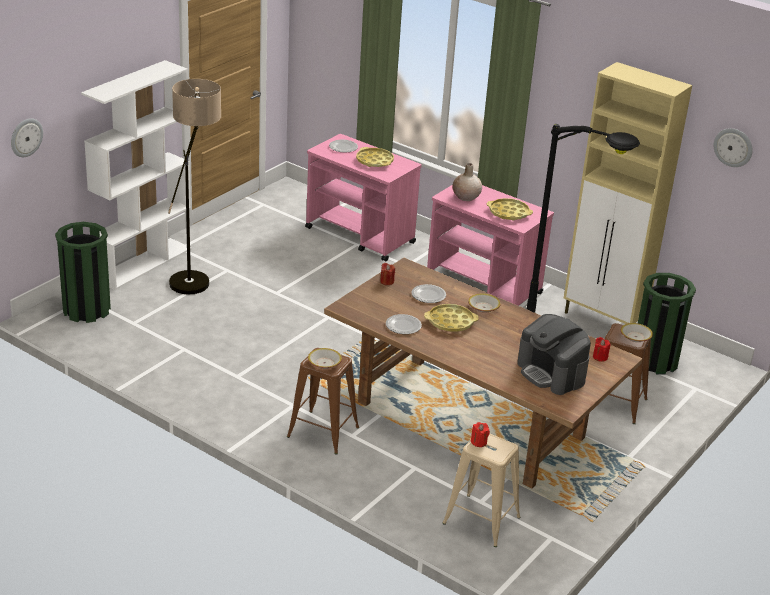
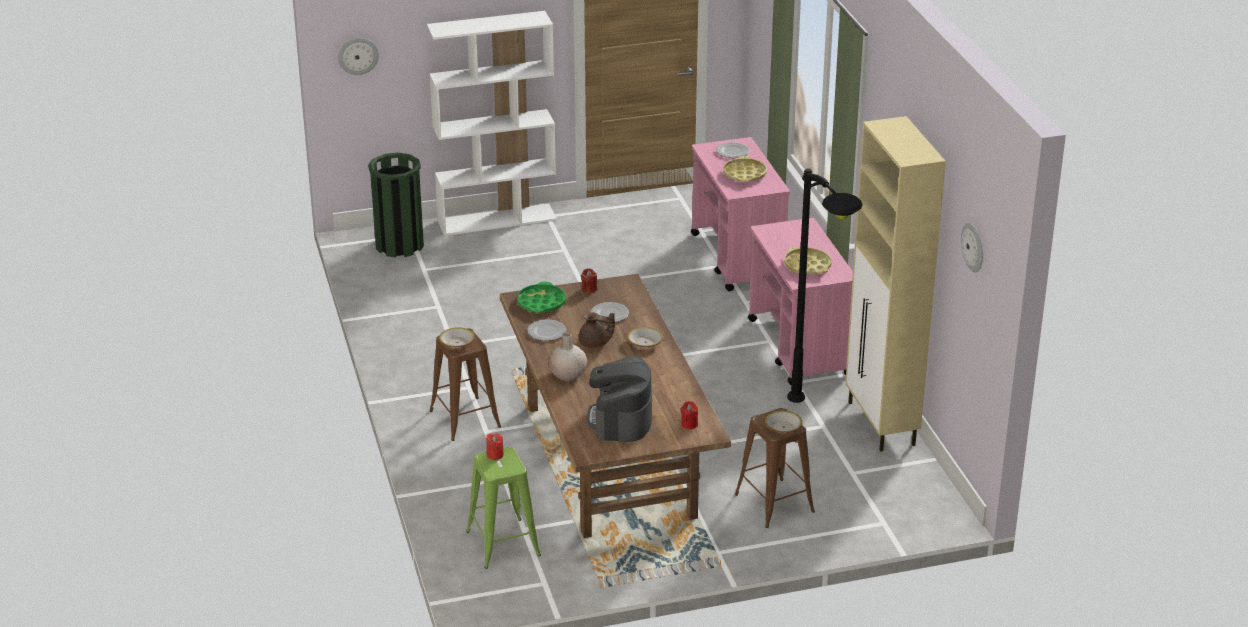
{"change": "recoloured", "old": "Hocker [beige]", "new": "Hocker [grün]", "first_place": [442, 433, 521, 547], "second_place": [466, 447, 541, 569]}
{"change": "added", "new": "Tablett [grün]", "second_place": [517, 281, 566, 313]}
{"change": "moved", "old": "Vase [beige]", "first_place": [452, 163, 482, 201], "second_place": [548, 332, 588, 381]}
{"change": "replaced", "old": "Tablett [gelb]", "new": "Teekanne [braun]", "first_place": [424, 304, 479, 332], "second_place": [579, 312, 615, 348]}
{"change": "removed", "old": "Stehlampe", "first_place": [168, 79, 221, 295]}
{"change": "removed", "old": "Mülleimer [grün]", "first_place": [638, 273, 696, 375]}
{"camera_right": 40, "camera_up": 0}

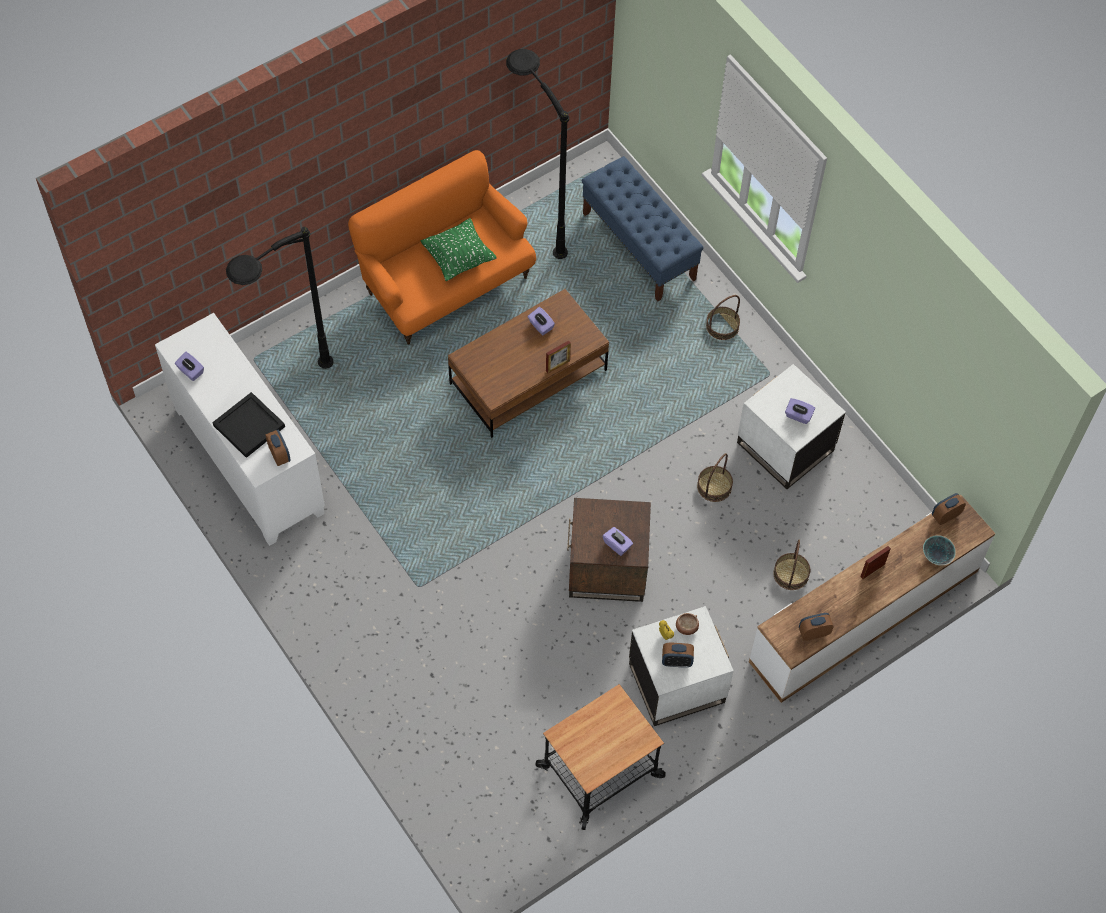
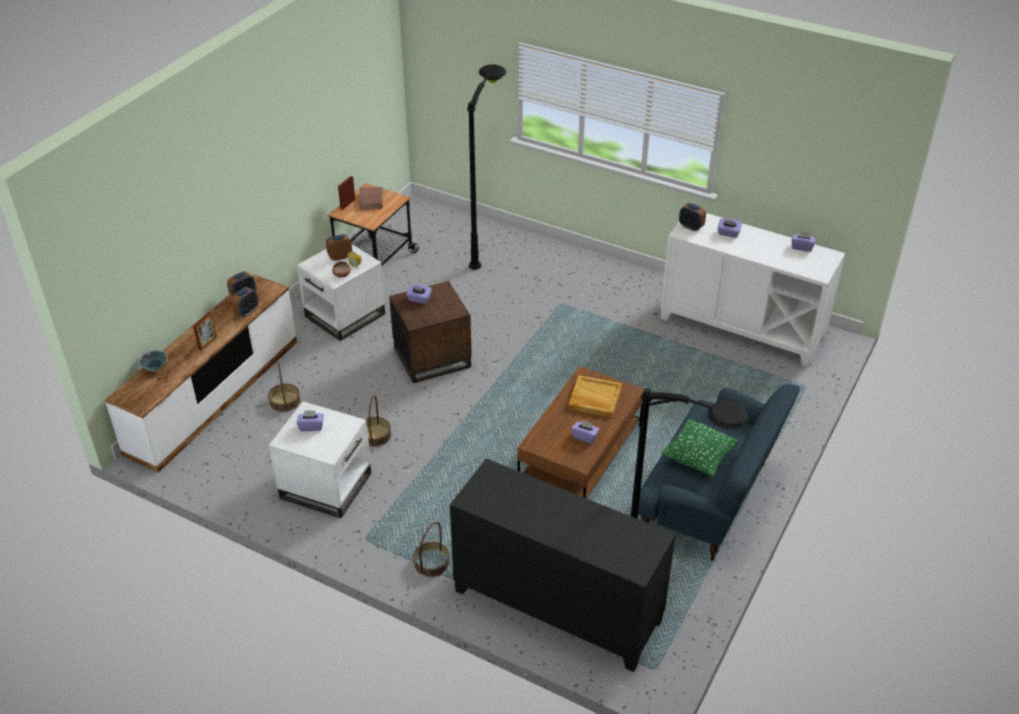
{"change": "moved", "old": "Wecker", "first_place": [932, 493, 966, 525], "second_place": [231, 287, 258, 317]}
{"change": "moved", "old": "Bilderrahmen", "first_place": [546, 341, 571, 373], "second_place": [338, 176, 355, 210]}
{"change": "added", "new": "Buch [braun]", "second_place": [359, 187, 383, 210]}
{"change": "replaced", "old": "Bank [blau]", "new": "Schrank [schwarz]", "first_place": [582, 156, 704, 301], "second_place": [450, 458, 676, 672]}
{"change": "moved", "old": "Stehlampe [schwarz]", "first_place": [226, 227, 334, 369], "second_place": [467, 64, 506, 270]}
{"change": "added", "new": "Tablett [beige]", "second_place": [568, 375, 622, 418]}
{"change": "recoloured", "old": "Sofa [orange]", "new": "Sofa [blau]", "first_place": [348, 150, 536, 345], "second_place": [638, 384, 800, 561]}
{"change": "replaced", "old": "Tablett [schwarz]", "new": "Taschentuchbox [lila]", "first_place": [212, 392, 285, 458], "second_place": [718, 218, 742, 238]}
{"camera_right": 155, "camera_up": -20}

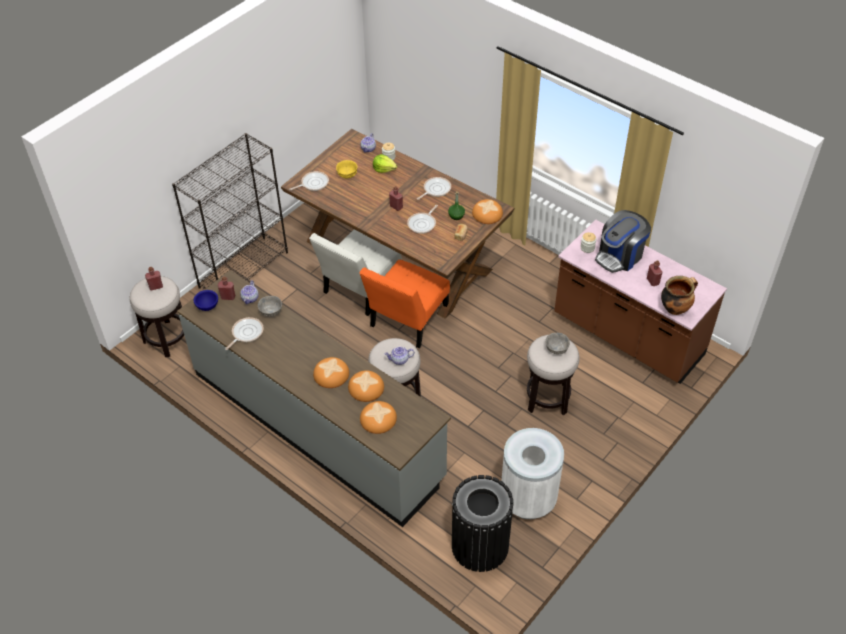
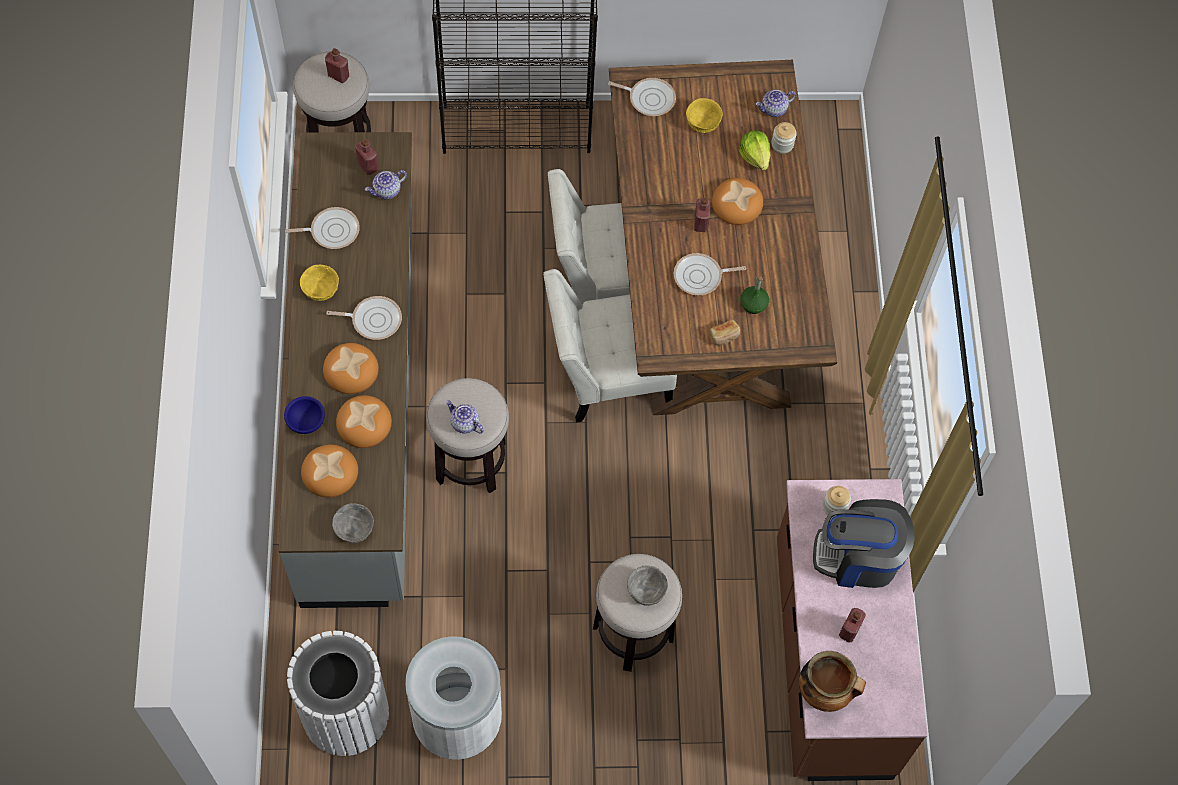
{"change": "moved", "old": "Schüssel [blau]", "first_place": [194, 290, 218, 311], "second_place": [284, 396, 325, 434]}
{"change": "recoloured", "old": "Mülleimer [schwarz]", "new": "Mülleimer [weiß]", "first_place": [452, 475, 514, 572], "second_place": [287, 631, 389, 756]}
{"change": "added", "new": "Schüssel [gelb]", "second_place": [300, 264, 339, 301]}
{"change": "moved", "old": "Pfanne", "first_place": [417, 177, 451, 200], "second_place": [326, 296, 402, 340]}
{"change": "moved", "old": "Schüssel [grau]", "first_place": [258, 296, 282, 317], "second_place": [332, 503, 374, 543]}
{"change": "recoloured", "old": "Stuhl [orange]", "new": "Stuhl [weiß]", "first_place": [360, 260, 450, 348], "second_place": [543, 269, 677, 423]}
{"change": "moved", "old": "Brot", "first_place": [472, 199, 503, 224], "second_place": [712, 178, 763, 225]}
{"camera_right": 45, "camera_up": 15}

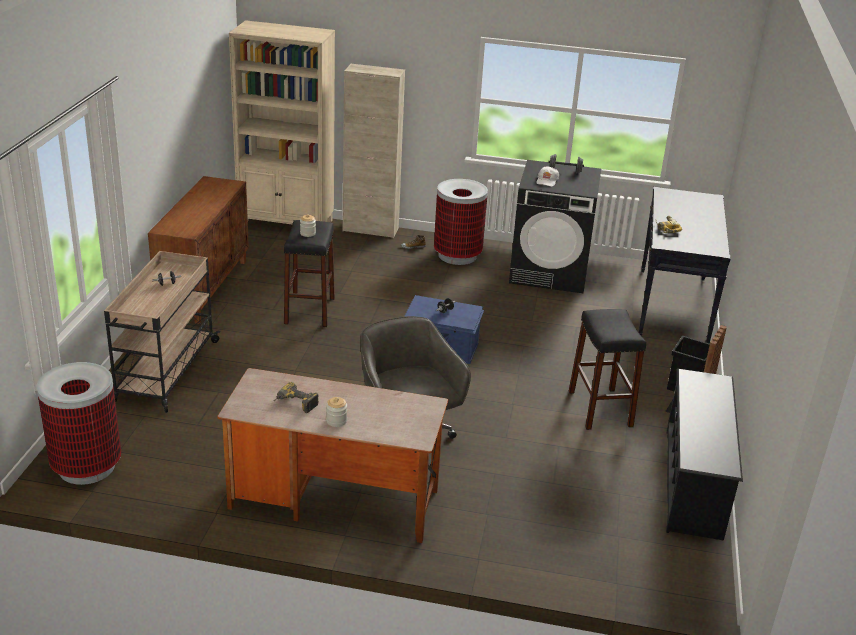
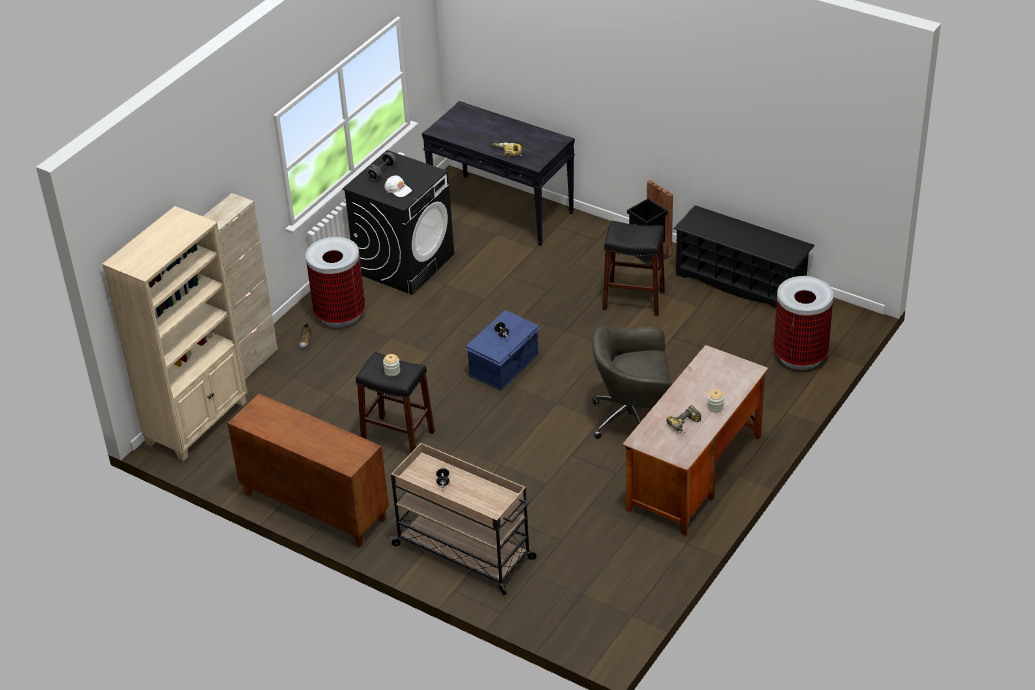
{"change": "moved", "old": "Mülleimer", "first_place": [36, 362, 121, 485], "second_place": [774, 276, 834, 370]}
{"camera_right": -65, "camera_up": 10}

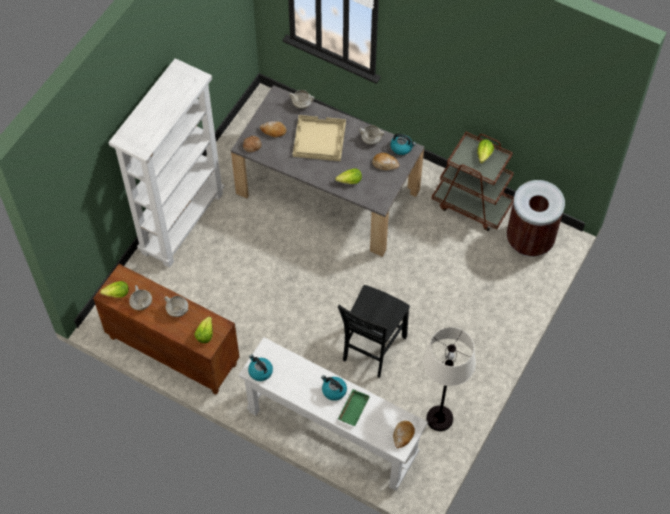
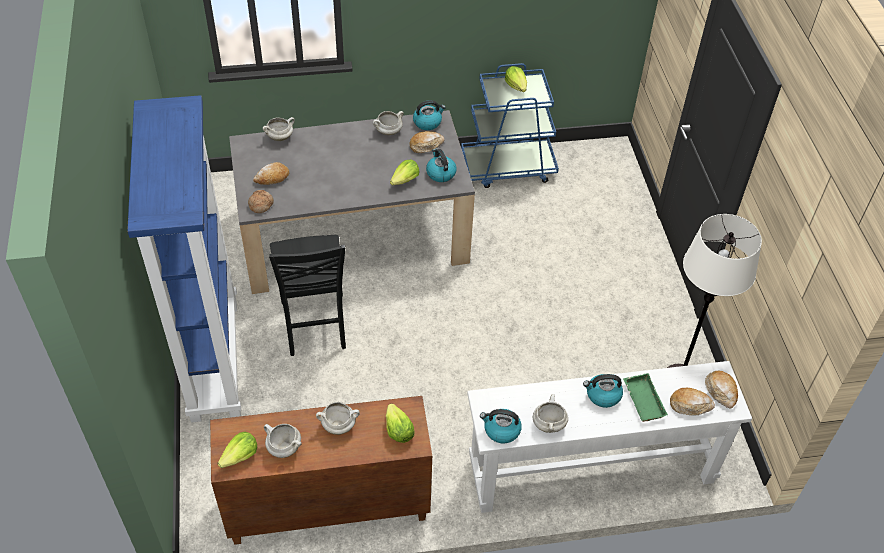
{"change": "recoloured", "old": "Bücherregal [weiß]", "new": "Bücherregal [blau]", "first_place": [109, 58, 224, 268], "second_place": [127, 95, 241, 423]}
{"change": "moved", "old": "Stuhl [schwarz]", "first_place": [338, 285, 410, 378], "second_place": [269, 235, 346, 356]}
{"change": "added", "new": "Wasserkessel", "second_place": [426, 148, 456, 182]}
{"change": "recoloured", "old": "Rollwagen [braun]", "new": "Rollwagen [blau]", "first_place": [432, 132, 514, 231], "second_place": [461, 63, 559, 188]}
{"change": "added", "new": "Kochtopf [weiß]", "second_place": [533, 394, 568, 433]}
{"change": "added", "new": "Brot", "second_place": [670, 388, 715, 415]}
{"change": "removed", "old": "Tablett [beige]", "first_place": [293, 115, 346, 161]}
{"change": "removed", "old": "Mülleimer [braun]", "first_place": [507, 180, 565, 257]}
{"camera_right": -40, "camera_up": -10}

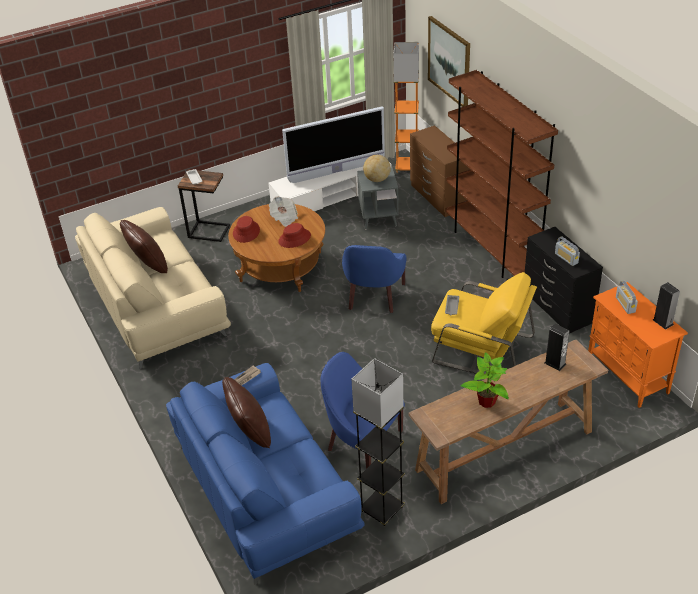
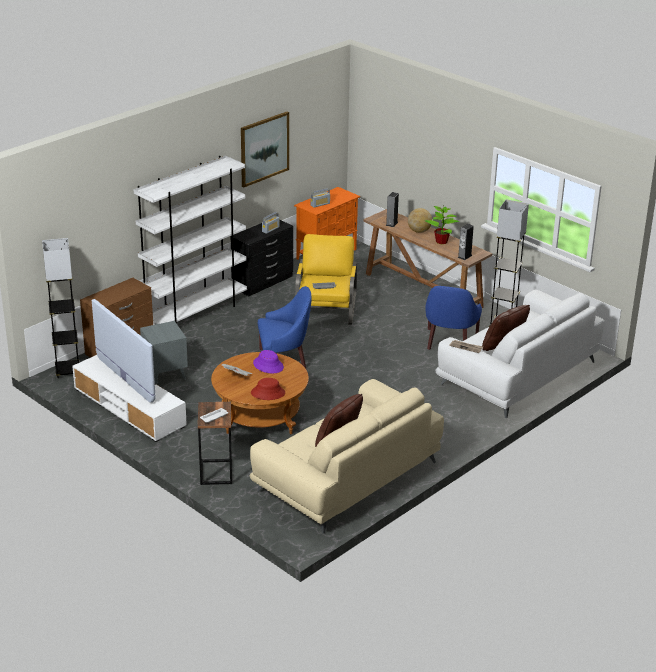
{"change": "recoloured", "old": "Stehlampe [orange]", "new": "Stehlampe [grau]", "first_place": [394, 42, 419, 173], "second_place": [42, 238, 80, 378]}
{"change": "recoloured", "old": "Bücherregal [braun]", "new": "Bücherregal [weiß]", "first_place": [446, 70, 558, 278], "second_place": [134, 156, 247, 325]}
{"change": "moved", "old": "Bild", "first_place": [428, 16, 470, 107], "second_place": [241, 111, 289, 187]}
{"change": "recoloured", "old": "Hut [rot]", "new": "Hut [lila]", "first_place": [278, 223, 311, 248], "second_place": [253, 350, 284, 373]}
{"change": "moved", "old": "Globus", "first_place": [363, 155, 391, 182], "second_place": [408, 208, 432, 233]}
{"change": "recoloured", "old": "Sofa [blau]", "new": "Sofa [weiß]", "first_place": [166, 363, 365, 585], "second_place": [435, 290, 604, 418]}
{"change": "moved", "old": "Lautsprecher", "first_place": [653, 282, 680, 330], "second_place": [457, 224, 474, 260]}
{"camera_right": -110, "camera_up": -10}

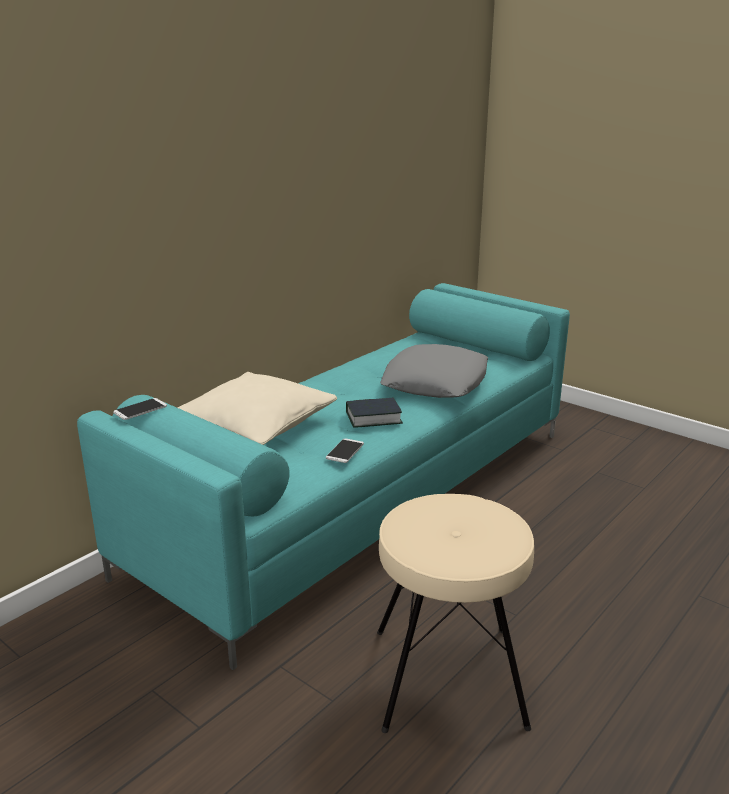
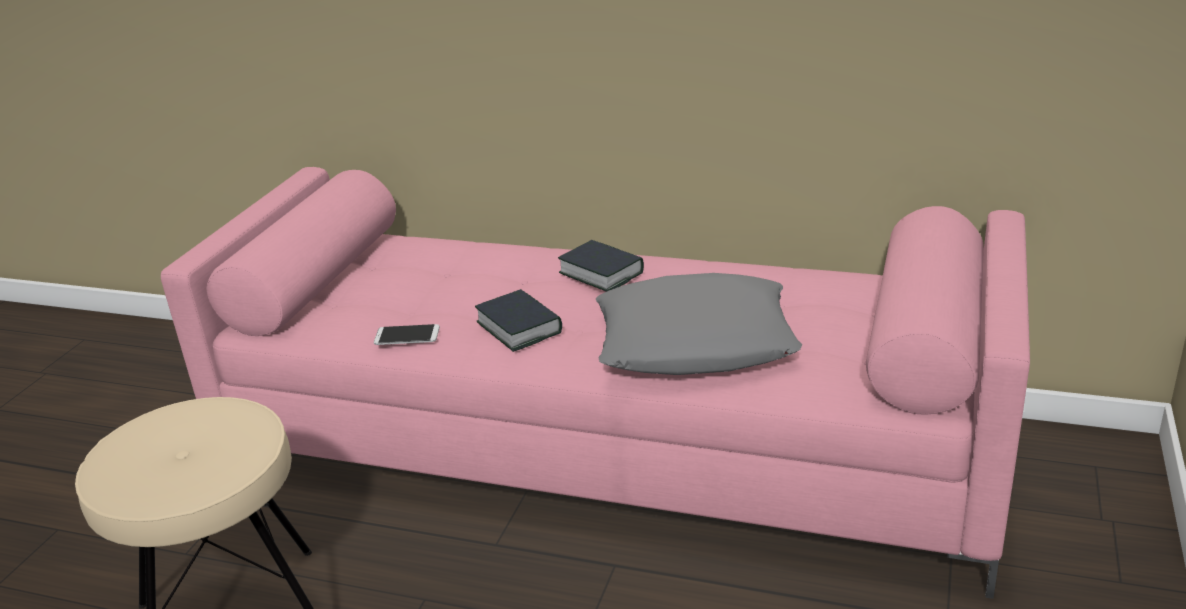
{"change": "recoloured", "old": "Sofa [türkis]", "new": "Sofa [rosa]", "first_place": [77, 283, 570, 670], "second_place": [161, 167, 1030, 599]}
{"change": "added", "new": "Buch", "second_place": [558, 240, 644, 292]}
{"change": "removed", "old": "Handy", "first_place": [113, 398, 167, 420]}
{"change": "removed", "old": "Kissen [beige]", "first_place": [177, 372, 337, 445]}
{"camera_right": 70, "camera_up": 5}

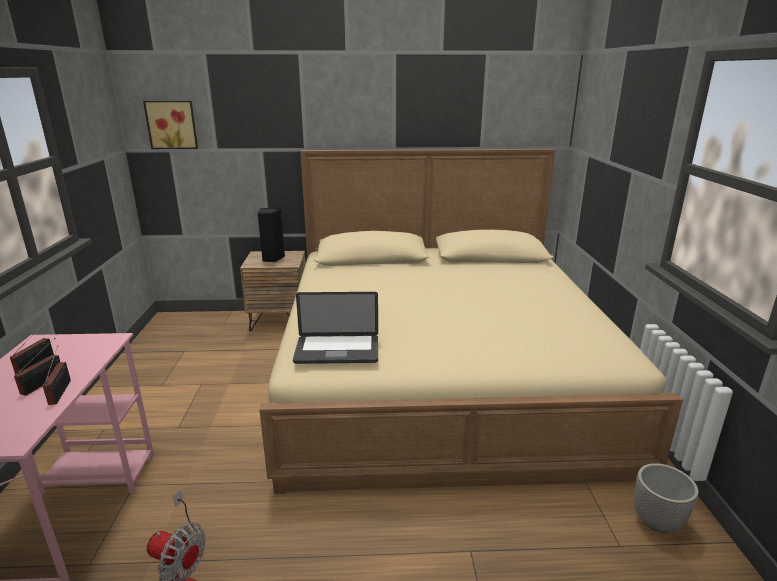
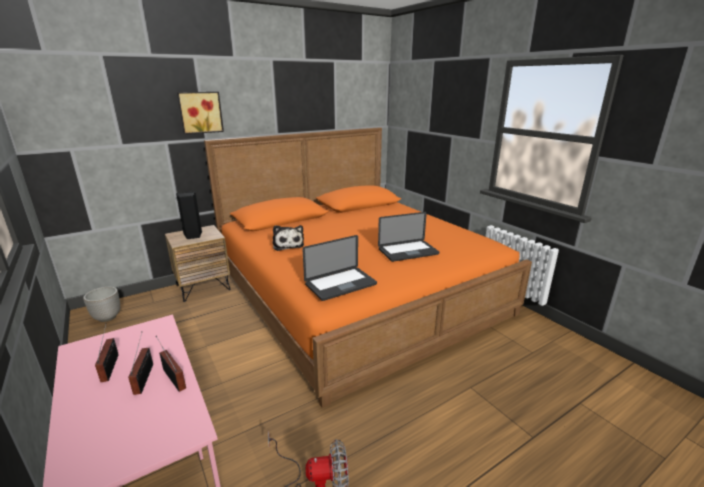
{"change": "moved", "old": "Pflanzkübel", "first_place": [634, 463, 699, 533], "second_place": [83, 287, 120, 322]}
{"change": "moved", "old": "Bild", "first_place": [143, 101, 198, 149], "second_place": [177, 92, 224, 134]}
{"change": "recoloured", "old": "Bett [beige]", "new": "Bett [orange]", "first_place": [259, 149, 683, 494], "second_place": [204, 127, 532, 408]}
{"change": "added", "new": "Plüschtier", "second_place": [273, 225, 304, 251]}
{"change": "added", "new": "Laptop", "second_place": [378, 212, 439, 262]}
{"camera_right": -30, "camera_up": 0}

